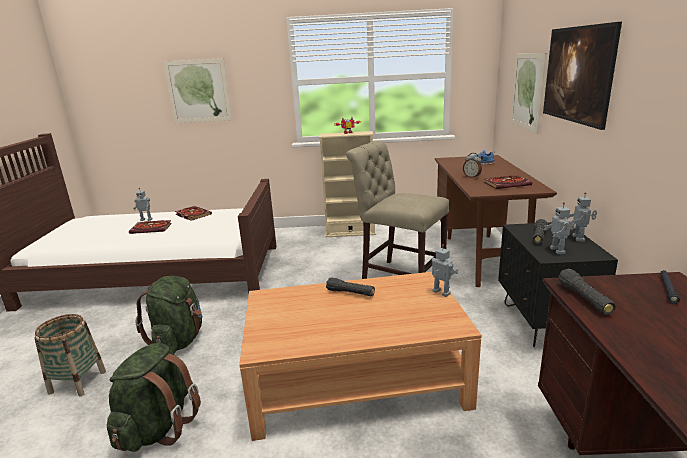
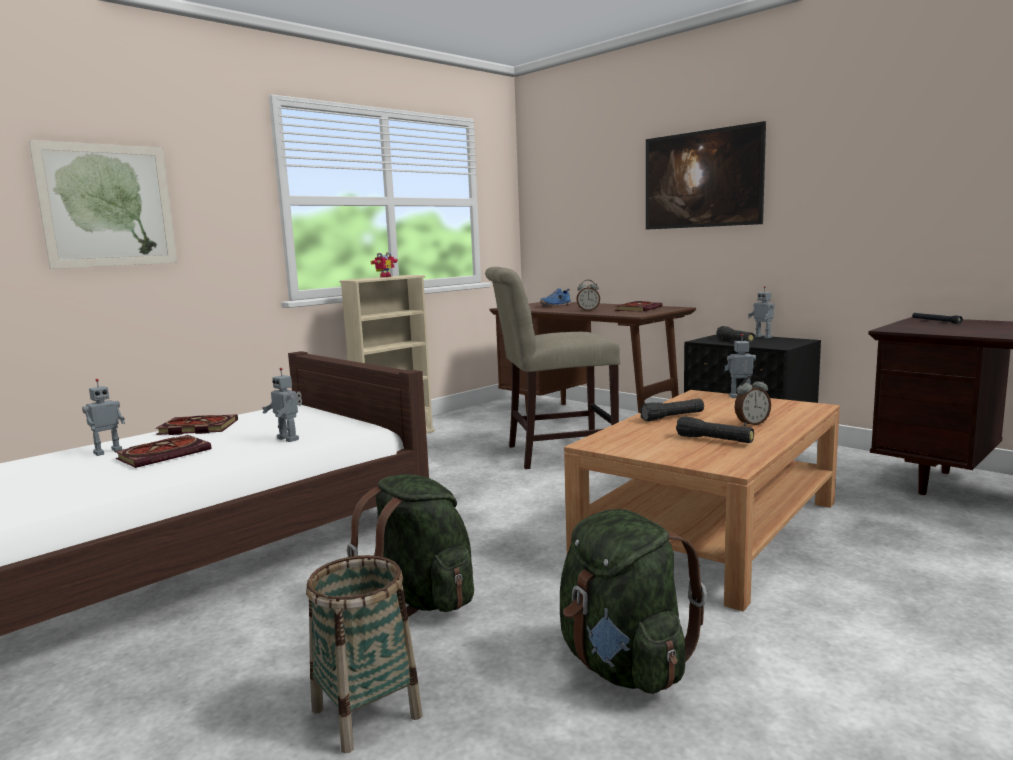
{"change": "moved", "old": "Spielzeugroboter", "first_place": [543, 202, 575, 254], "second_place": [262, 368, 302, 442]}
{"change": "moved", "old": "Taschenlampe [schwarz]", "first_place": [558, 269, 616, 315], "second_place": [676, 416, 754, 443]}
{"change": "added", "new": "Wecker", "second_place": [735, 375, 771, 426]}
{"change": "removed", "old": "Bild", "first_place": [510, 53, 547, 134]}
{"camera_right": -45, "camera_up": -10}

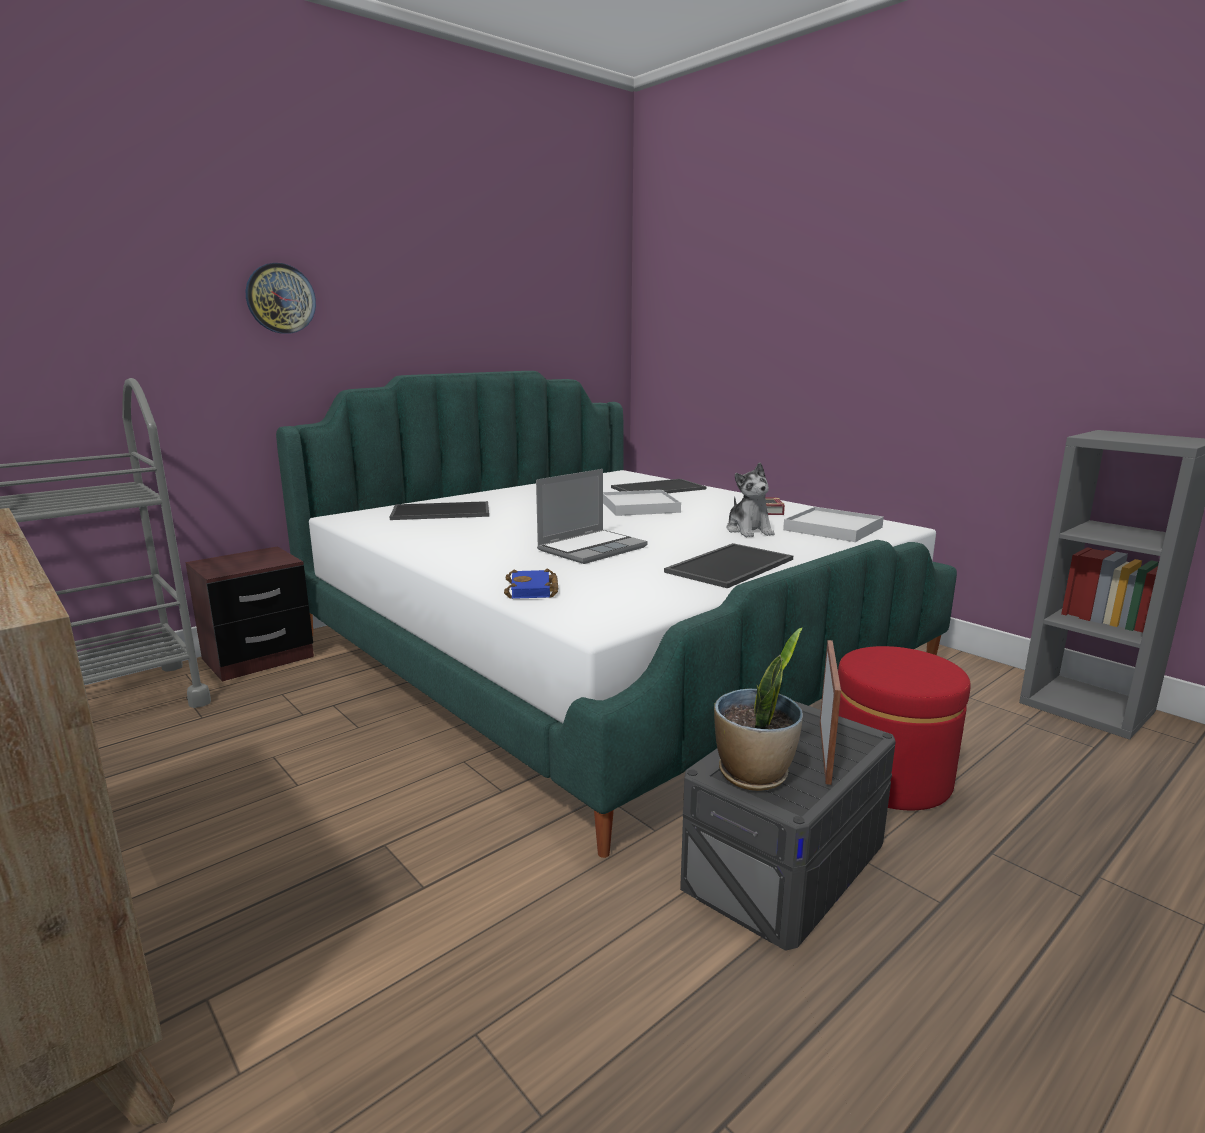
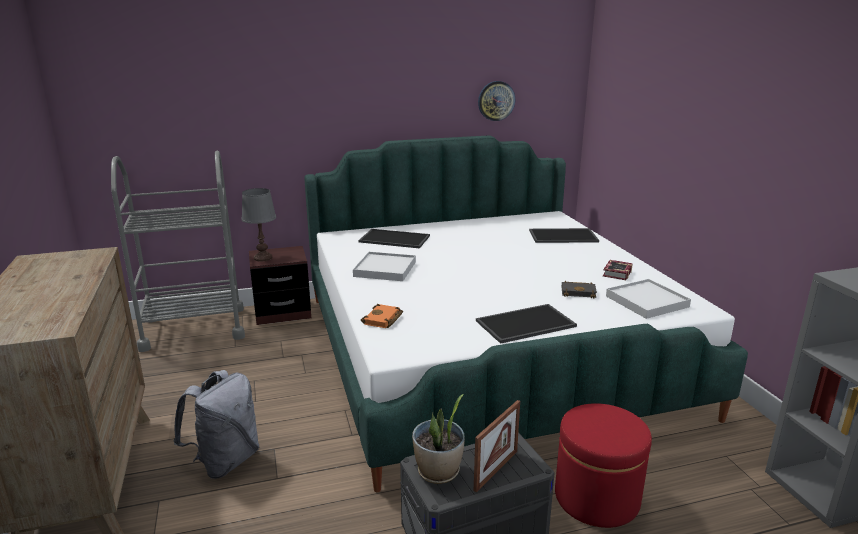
{"change": "added", "new": "Rucksack [grau]", "second_place": [174, 370, 259, 479]}
{"change": "added", "new": "Tischlampe [grau]", "second_place": [241, 188, 276, 262]}
{"change": "moved", "old": "Tablett [weiß]", "first_place": [603, 490, 681, 516], "second_place": [353, 252, 416, 281]}
{"change": "recoloured", "old": "Buch [blau]", "new": "Buch [orange]", "first_place": [504, 569, 559, 599], "second_place": [361, 304, 403, 328]}
{"change": "moved", "old": "Wanduhr", "first_place": [246, 263, 316, 334], "second_place": [478, 81, 515, 121]}
{"change": "replaced", "old": "Plüschtier", "new": "Buch [schwarz]", "first_place": [726, 463, 774, 537], "second_place": [562, 281, 597, 298]}
{"change": "removed", "old": "Laptop", "first_place": [536, 469, 648, 564]}
{"camera_right": 25, "camera_up": 5}

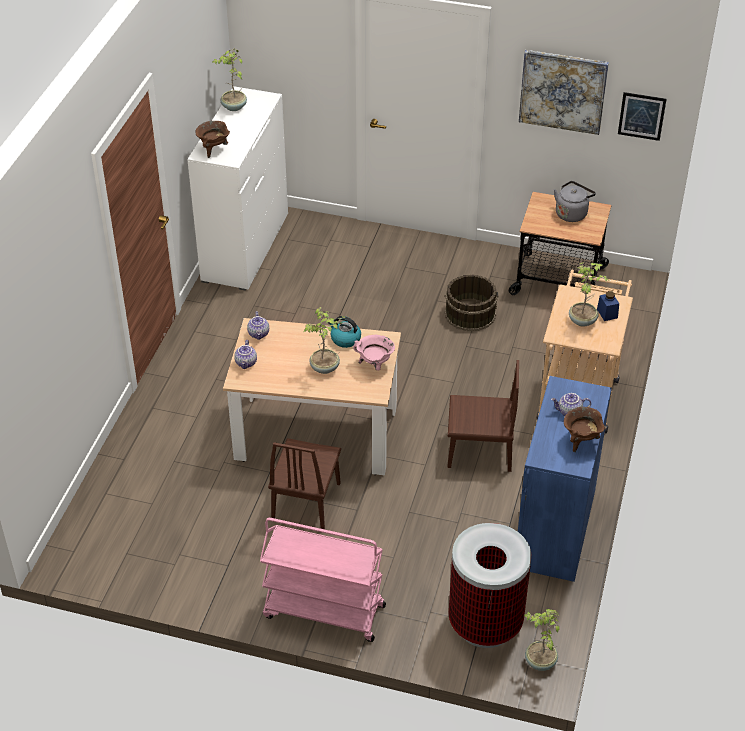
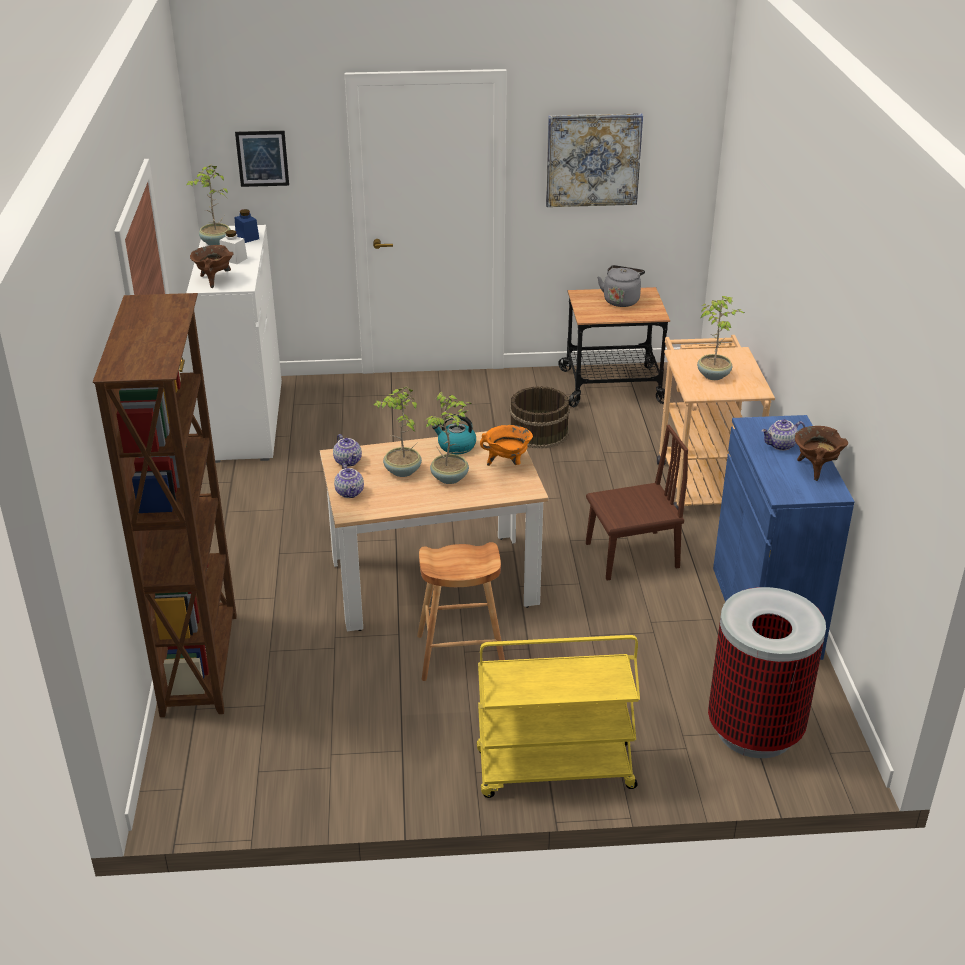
{"change": "added", "new": "Bücherregal [braun]", "second_place": [93, 293, 237, 717]}
{"change": "added", "new": "Vorratsglas [weiß]", "second_place": [219, 230, 247, 264]}
{"change": "moved", "old": "Bild", "first_place": [618, 92, 667, 141], "second_place": [235, 131, 289, 187]}
{"change": "moved", "old": "Vorratsglas [blau]", "first_place": [597, 291, 619, 321], "second_place": [235, 209, 259, 243]}
{"change": "moved", "old": "Topfpflanze", "first_place": [524, 609, 560, 671], "second_place": [373, 386, 422, 477]}
{"change": "replaced", "old": "Stuhl [braun]", "new": "Hocker [braun]", "first_place": [268, 438, 341, 529], "second_place": [417, 542, 505, 681]}
{"change": "recoloured", "old": "Rollwagen [rosa]", "new": "Rollwagen [gelb]", "first_place": [260, 518, 386, 642], "second_place": [477, 635, 640, 798]}
{"change": "recoloured", "old": "Kochtopf [rosa]", "new": "Kochtopf [orange]", "first_place": [353, 335, 395, 371], "second_place": [480, 425, 533, 466]}
{"camera_right": -20, "camera_up": -10}

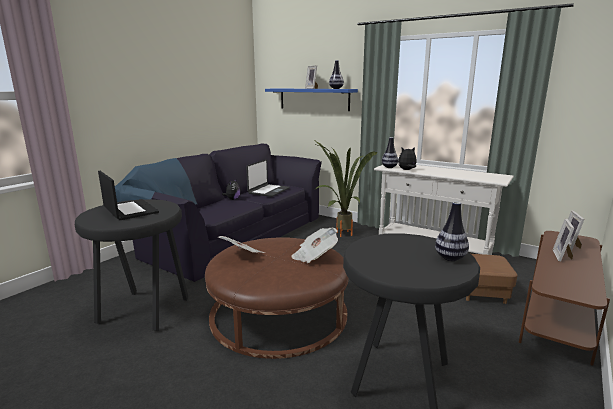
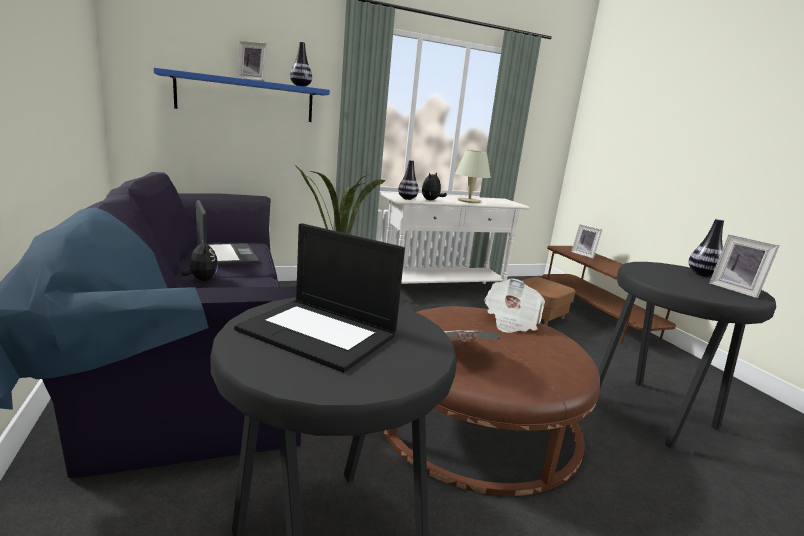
{"change": "turned", "old": "Laptop", "first_place": [98, 171, 159, 220], "second_place": [234, 223, 405, 373], "degrees": -150}
{"change": "added", "new": "Tischlampe [beige]", "second_place": [455, 150, 491, 203]}
{"change": "moved", "old": "Bilderrahmen", "first_place": [553, 218, 574, 262], "second_place": [709, 234, 780, 298]}
{"camera_right": -55, "camera_up": 0}

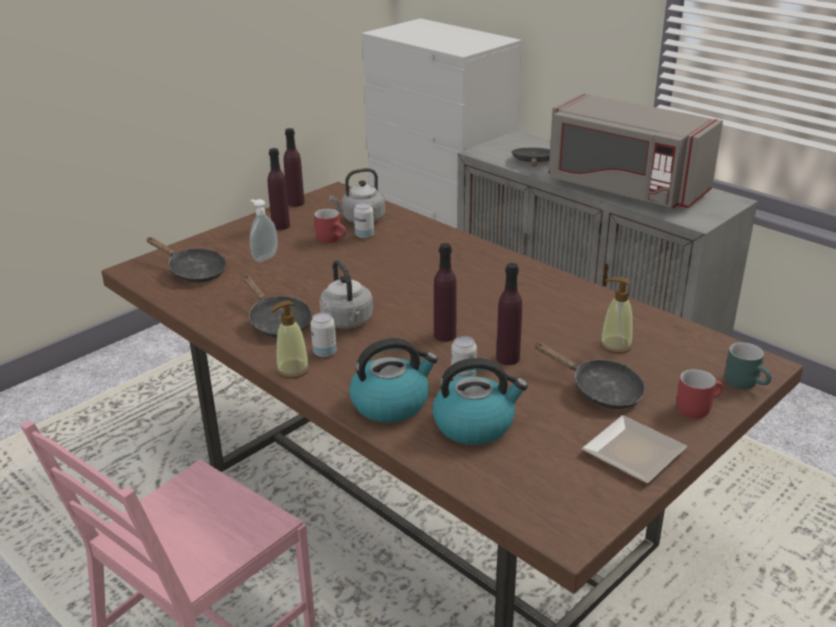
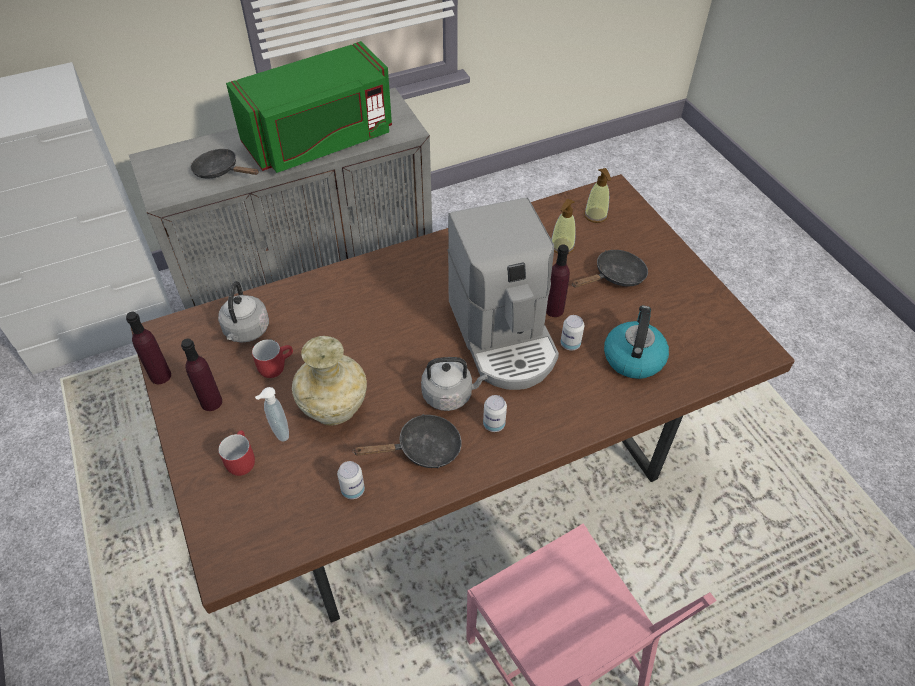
{"change": "moved", "old": "Henkelbecher [rot]", "first_place": [677, 369, 723, 419], "second_place": [218, 430, 255, 476]}
{"change": "recoloured", "old": "Mikrowelle [grau]", "new": "Mikrowelle [grün]", "first_place": [548, 93, 723, 208], "second_place": [226, 41, 392, 173]}
{"change": "added", "new": "Vase [beige]", "second_place": [292, 336, 367, 426]}
{"change": "moved", "old": "Dose", "first_place": [354, 202, 374, 239], "second_place": [337, 461, 365, 499]}
{"change": "replaced", "old": "Flasche [lila]", "new": "Kaffeemaschine", "first_place": [434, 243, 457, 342], "second_place": [447, 198, 559, 390]}
{"change": "moved", "old": "Seifenspender", "first_place": [270, 300, 309, 379], "second_place": [584, 168, 611, 223]}
{"change": "removed", "old": "Pfanne [schwarz]", "first_place": [146, 237, 226, 283]}
{"change": "removed", "old": "Wasserkessel", "first_place": [349, 338, 438, 423]}
{"change": "removed", "old": "Teller", "first_place": [581, 415, 687, 484]}
{"change": "removed", "old": "Henkelbecher [türkis]", "first_place": [725, 342, 772, 389]}
{"camera_right": -70, "camera_up": 20}

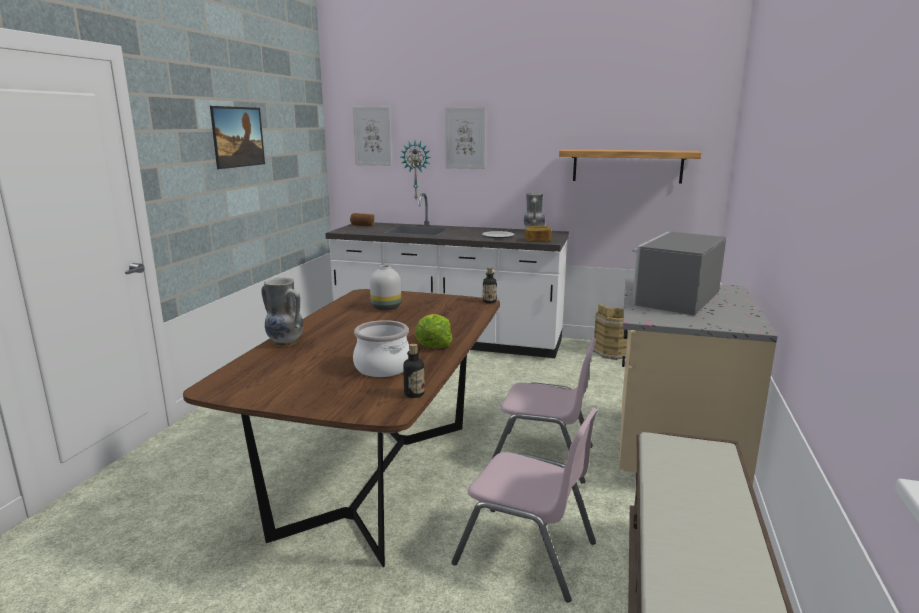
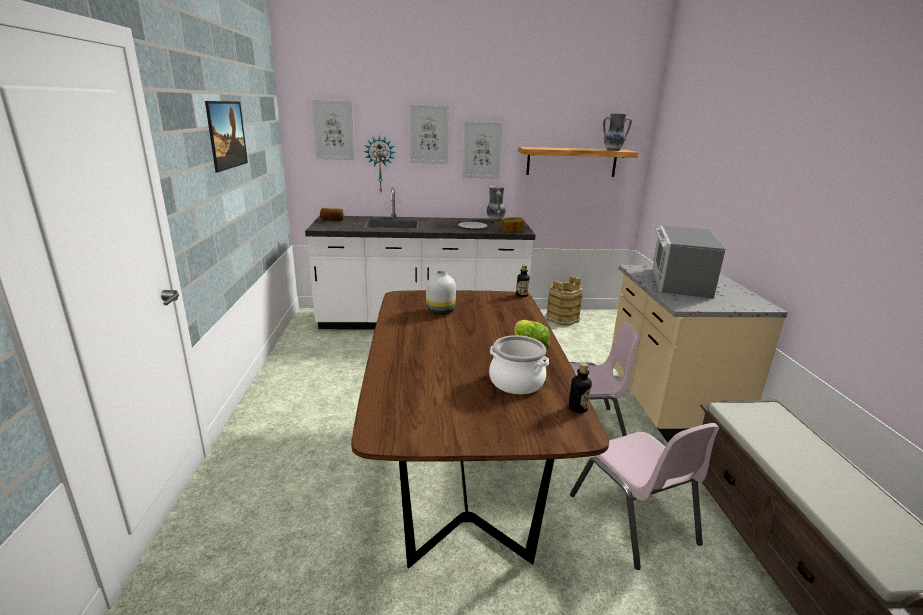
{"change": "added", "new": "Bild", "second_place": [463, 121, 503, 179]}
{"change": "turned", "old": "Stuhl [rosa]", "first_place": [451, 408, 598, 602], "second_place": [570, 423, 719, 570], "degrees": 60}
{"change": "moved", "old": "Vase", "first_place": [261, 278, 303, 346], "second_place": [603, 113, 632, 151]}
{"camera_right": -20, "camera_up": 5}

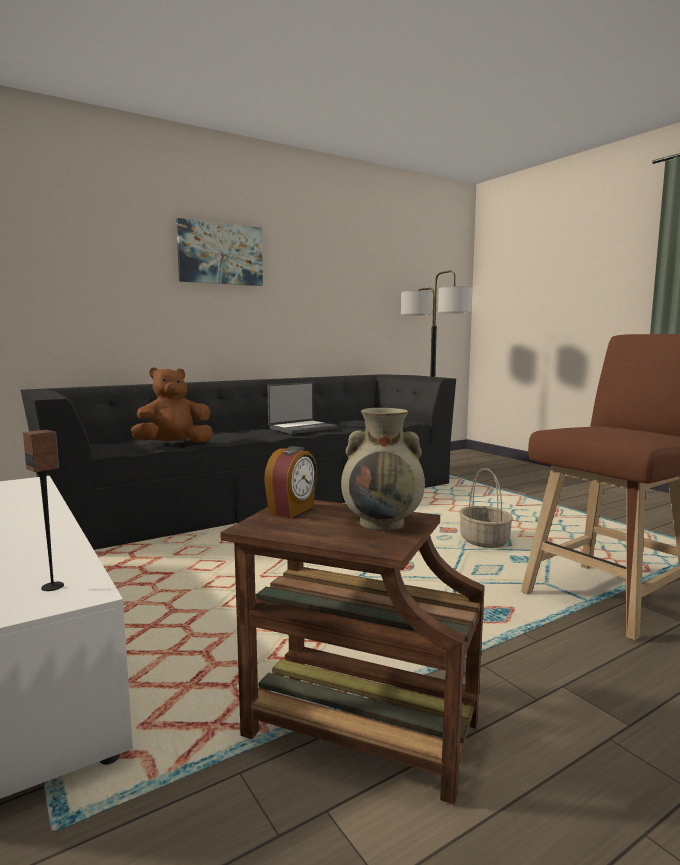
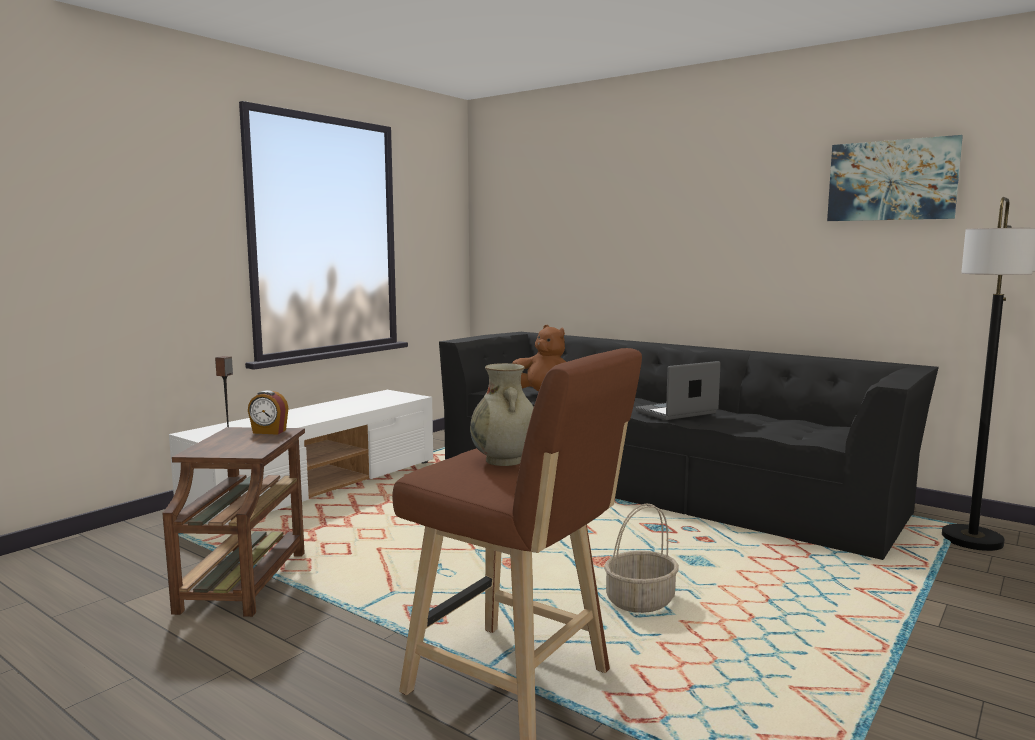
{"change": "moved", "old": "Vase [beige]", "first_place": [341, 408, 425, 531], "second_place": [470, 363, 534, 466]}
{"change": "turned", "old": "Laptop", "first_place": [267, 382, 337, 434], "second_place": [635, 361, 721, 420], "degrees": 120}
{"change": "moved", "old": "Bild", "first_place": [176, 218, 263, 286], "second_place": [827, 135, 963, 221]}
{"camera_right": 70, "camera_up": 0}

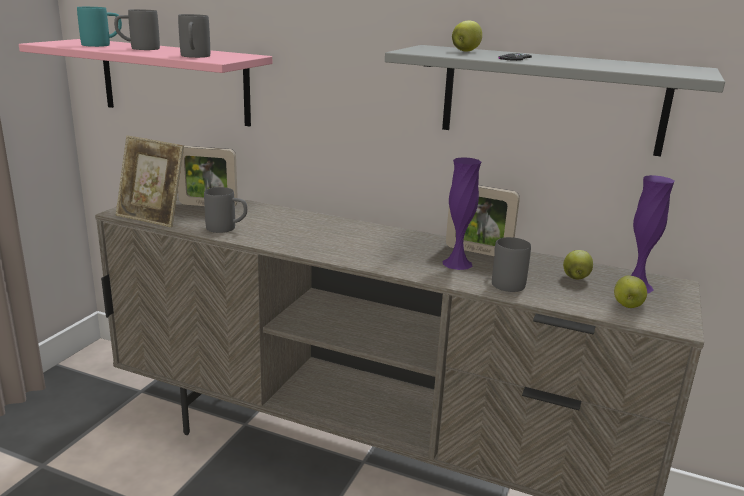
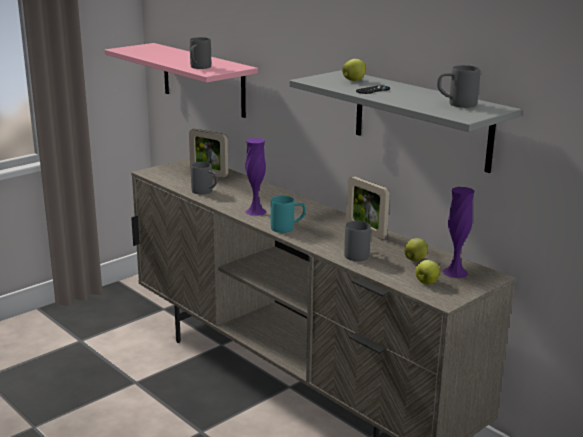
{"change": "moved", "old": "Vase [lila]", "first_place": [443, 157, 481, 270], "second_place": [245, 138, 266, 216]}
{"change": "moved", "old": "Henkelbecher [türkis]", "first_place": [77, 7, 122, 47], "second_place": [271, 196, 306, 233]}
{"change": "moved", "old": "Henkelbecher [grau]", "first_place": [114, 9, 160, 50], "second_place": [437, 65, 480, 108]}
{"change": "removed", "old": "Bilderrahmen", "first_place": [116, 135, 184, 228]}
{"camera_right": 25, "camera_up": 0}

